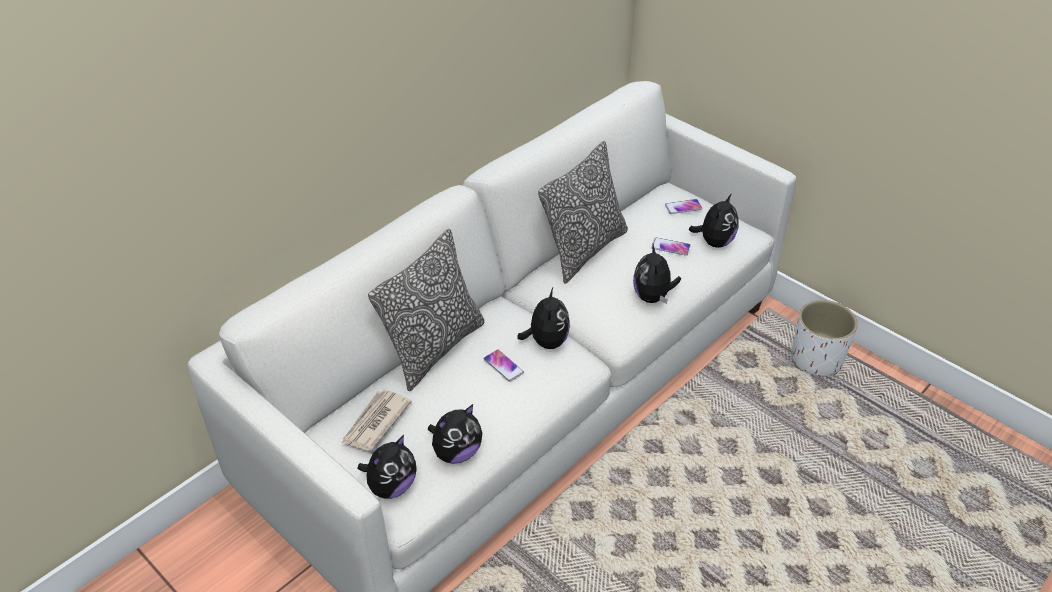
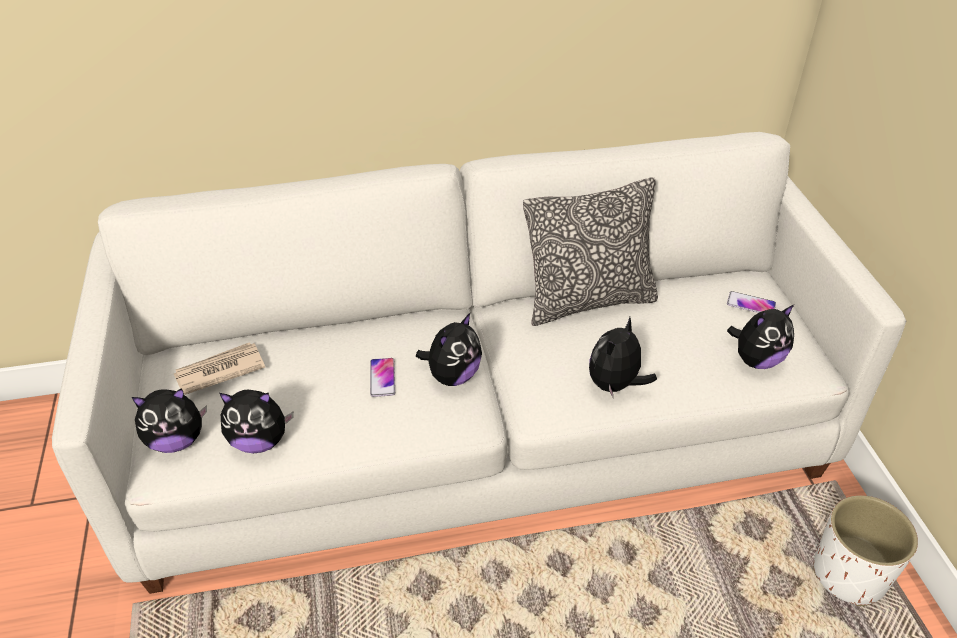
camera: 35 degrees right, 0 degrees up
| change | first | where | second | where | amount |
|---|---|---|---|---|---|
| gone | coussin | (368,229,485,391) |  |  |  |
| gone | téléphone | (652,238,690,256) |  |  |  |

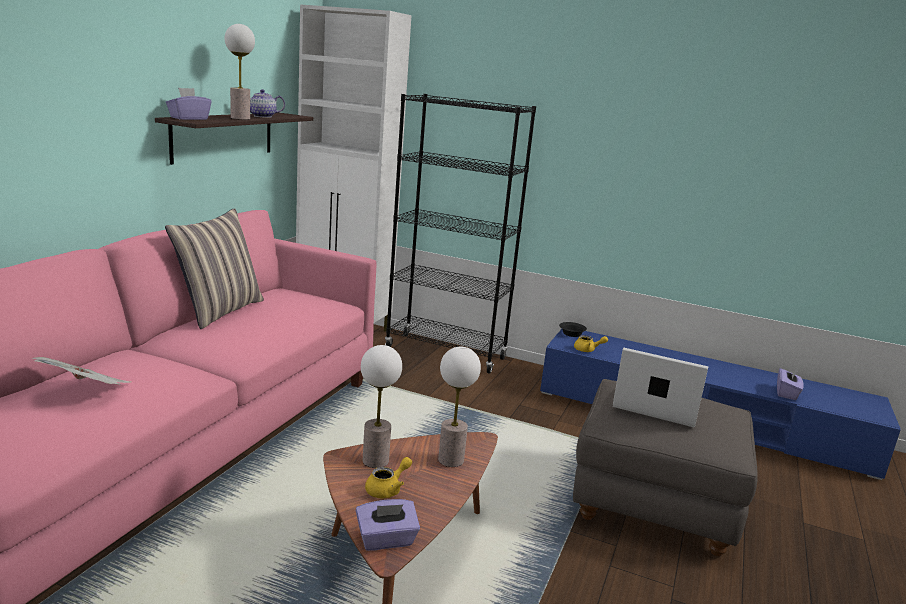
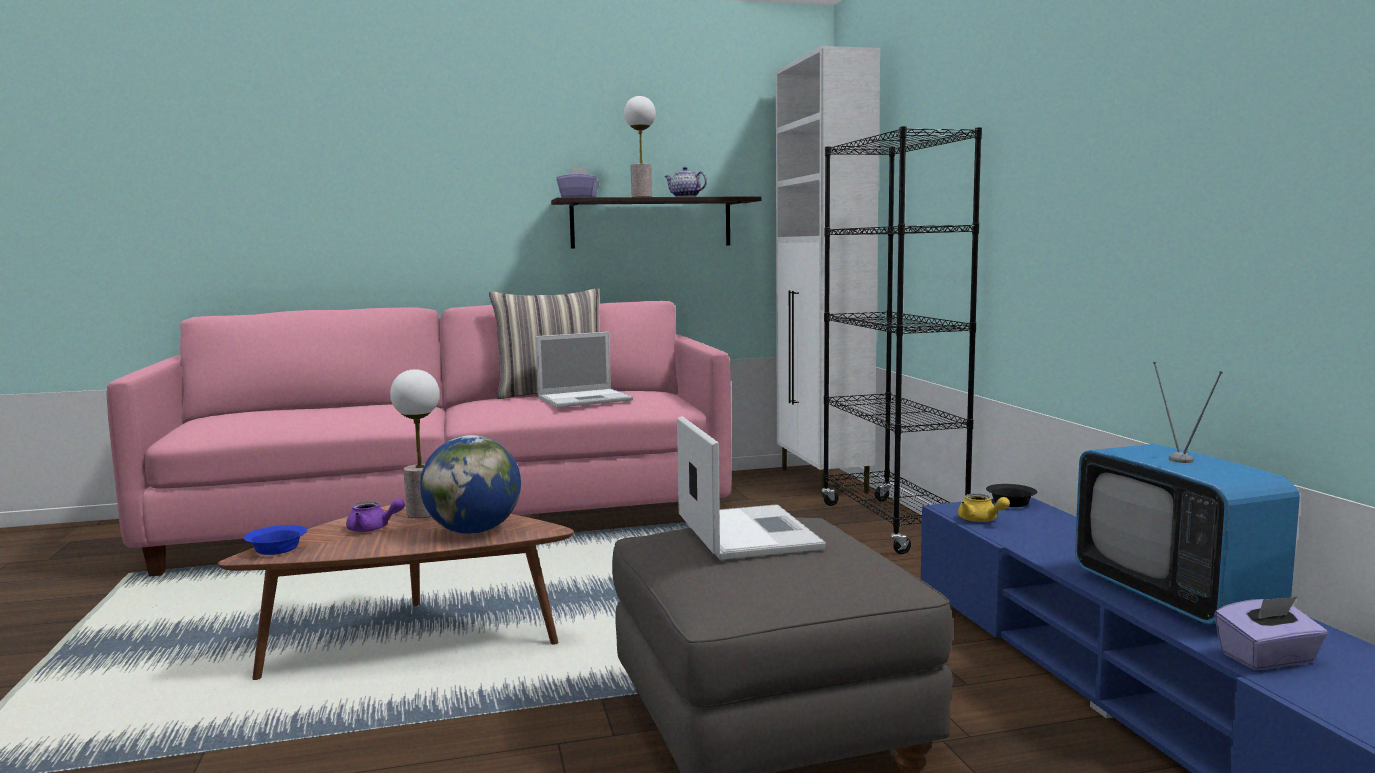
camera: 55 degrees right, 10 degrees down
| change | first | where | second | where | amount |
|---|---|---|---|---|---|
| gone | journal | (31,357,131,385) |  |  |  |
| swapped | boîte à mouchoirs [violet] | (356,499,420,551) | bol [bleu] | (244,525,307,555) |  |
| repainted | théière [jaune] | (365,457,412,498) | théière [violet] | (346,498,405,532) |  |
| swapped | lampe de table | (438,347,481,467) | globe | (420,435,521,534) |  |
| new |  |  | ordinateur portable | (535,332,633,408) |  |
| new |  |  | téléviseur | (1075,362,1300,625) |  |

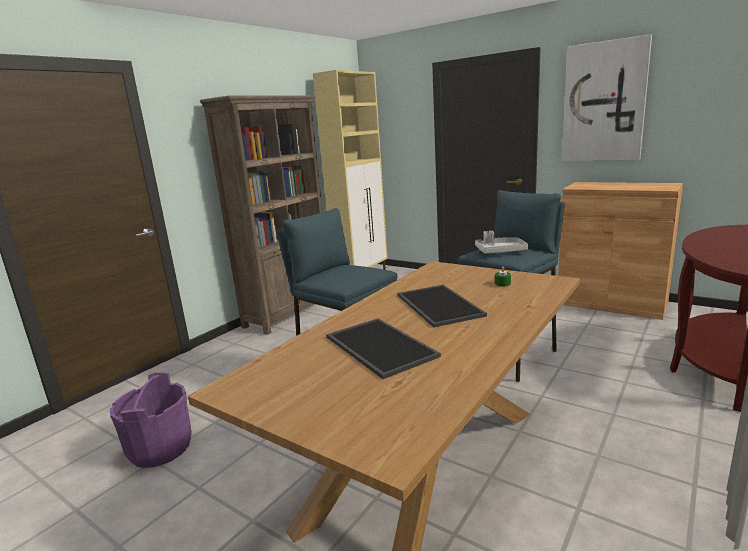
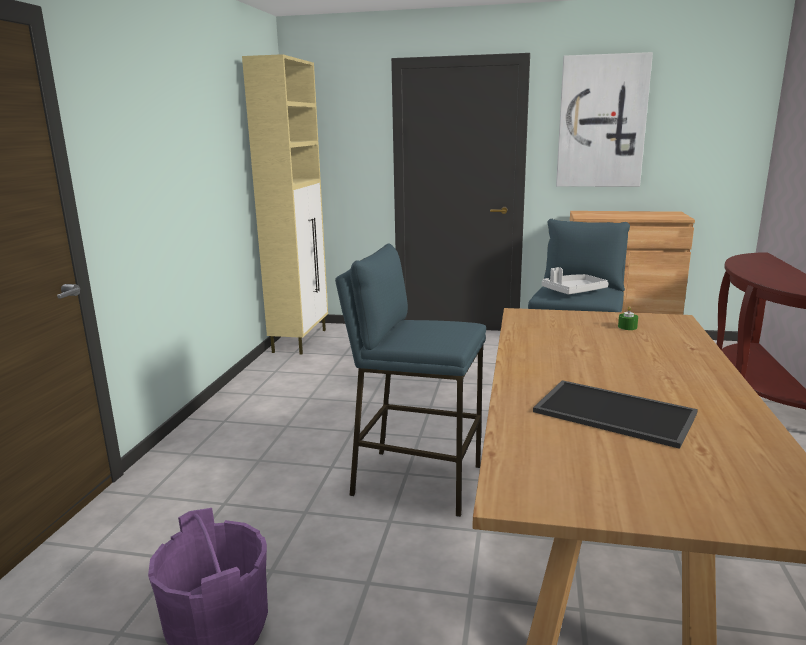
camera: 25 degrees left, 0 degrees up
| change | first | where | second | where | amount |
|---|---|---|---|---|---|
| gone | bibliothèque [marron] | (200,95,322,335) |  |  |  |
| gone | plateau | (397,285,487,327) |  |  |  |

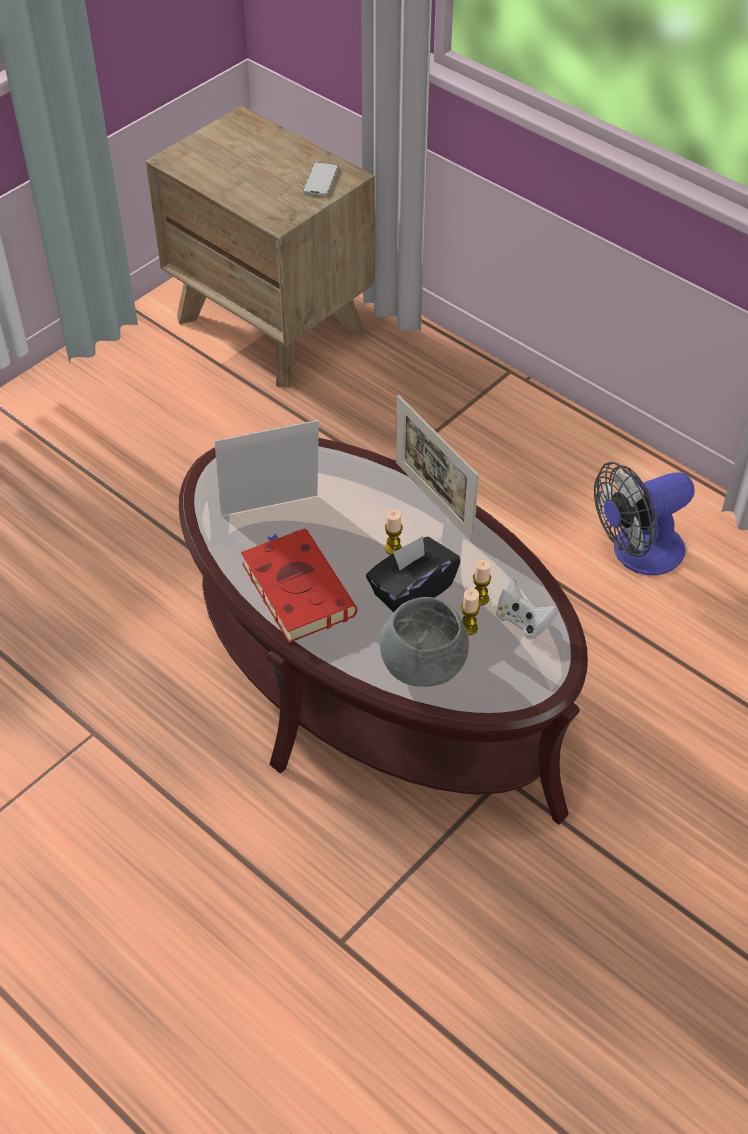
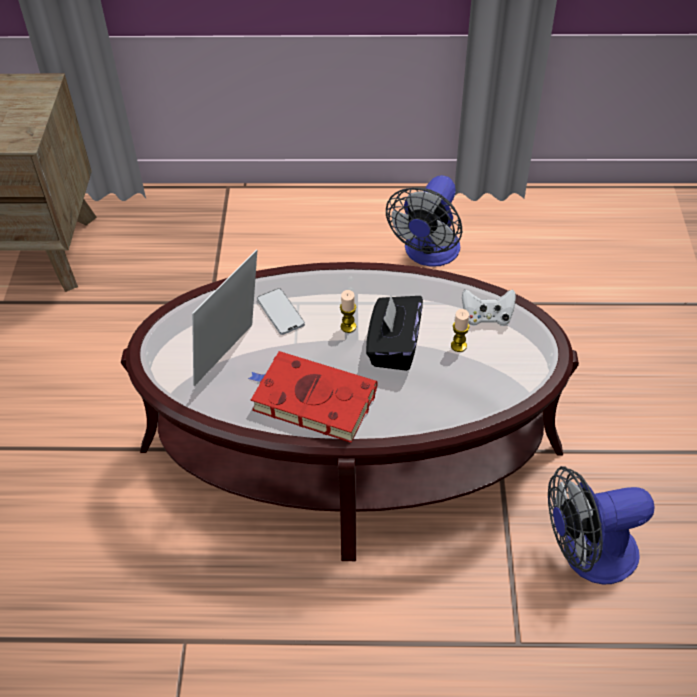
camera: 40 degrees left, 0 degrees up
| change | first | where | second | where | amount |
|---|---|---|---|---|---|
| shifted | téléphone | (303,162,338,196) |  | (257,288,305,335) |  |
| gone | bol [gris] | (380,597,469,687) |  |  |  |
| gone | cadre photo | (396,395,479,542) |  |  |  |
| gone | bougie | (473,560,491,606) |  |  |  |
| new |  |  | ventilateur | (548,466,655,585) |  |

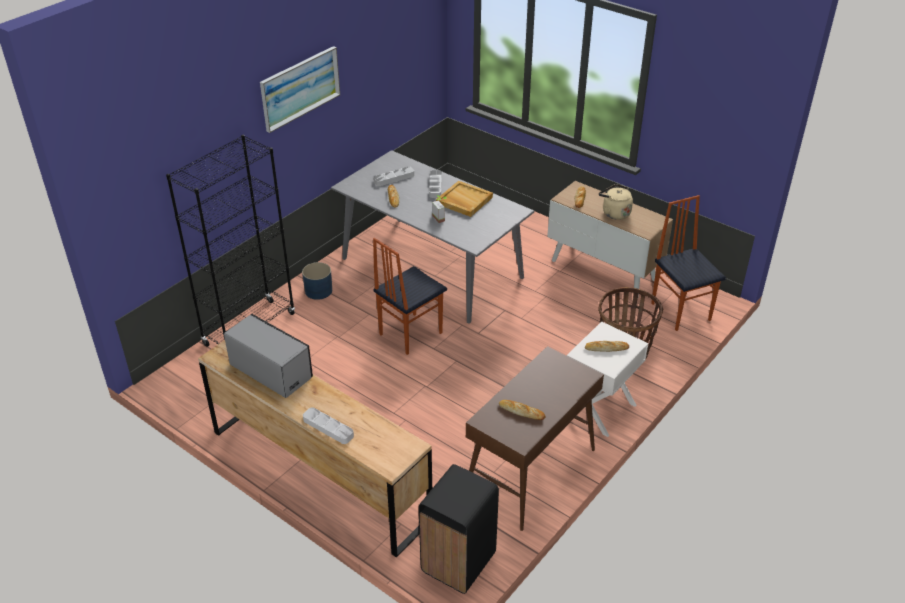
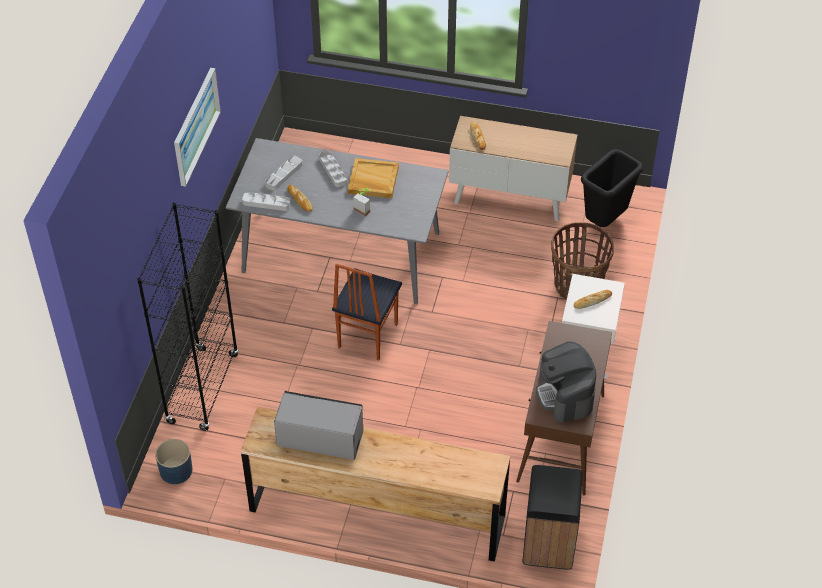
camera: 25 degrees left, 10 degrees up
| change | first | where | second | where | amount |
|---|---|---|---|---|---|
| shifted | cache-pot [bleu] | (302,262,332,300) |  | (155,439,193,484) |  |
| shifted | plateau [gris] | (303,407,354,444) |  | (242,192,291,211) |  |
| swapped | pain | (499,400,546,420) | machine à café | (536,341,596,422) |  |
| gone | bouilloire [beige] | (599,184,633,220) |  |  |  |
| swapped | chaise | (651,195,726,331) | poubelle [noir] | (581,149,643,227) |  |

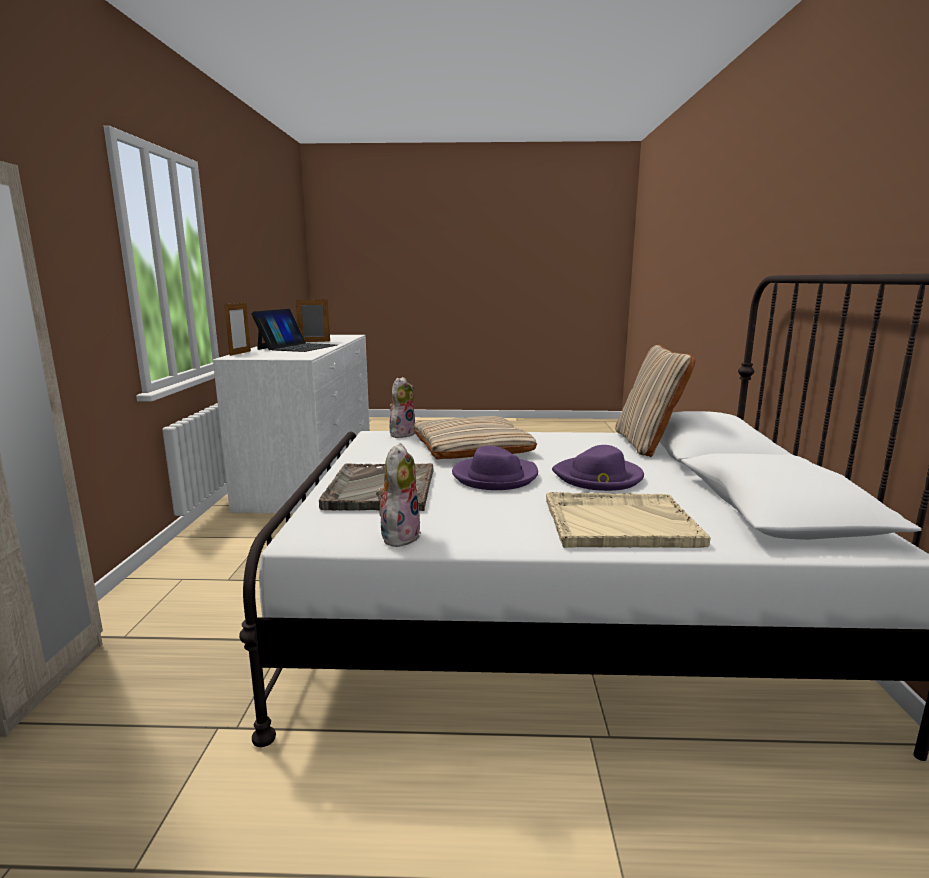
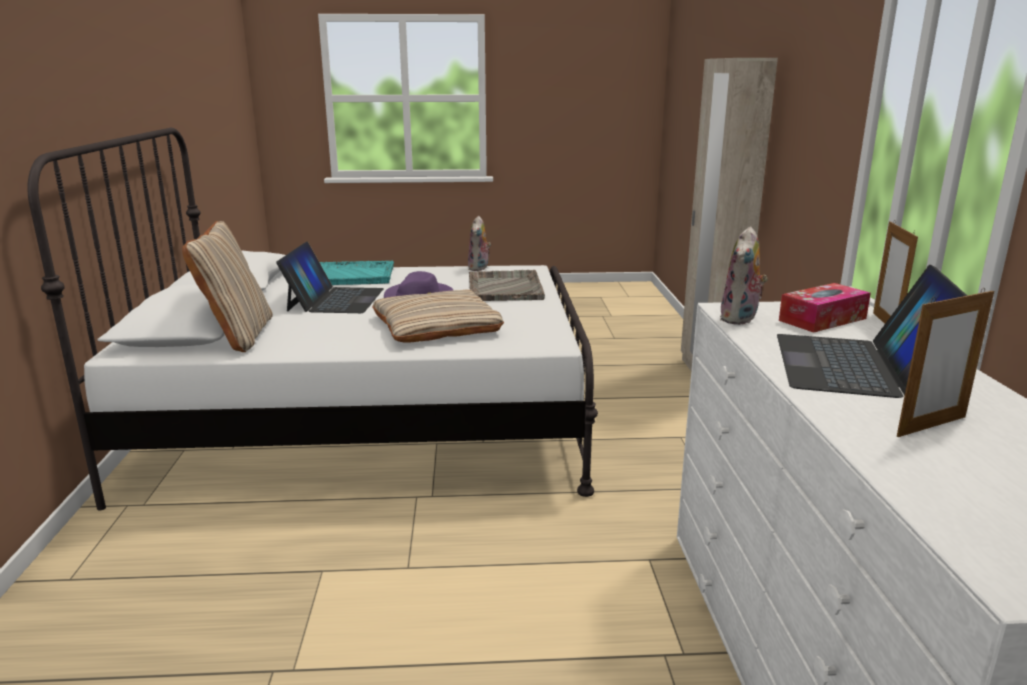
camera: 175 degrees right, 5 degrees up
| change | first | where | second | where | amount |
|---|---|---|---|---|---|
| shifted | peluche | (389,377,415,438) |  | (720,226,768,325) |  |
| repainted | plateau [beige] | (546,492,710,548) | plateau [turquoise] | (319,261,394,285) |  |
| swapped | chapeau [violet] | (552,445,644,491) | ordinateur portable | (276,242,384,313) |  |
| new |  |  | boîte à mouchoirs | (779,283,871,333) |  |

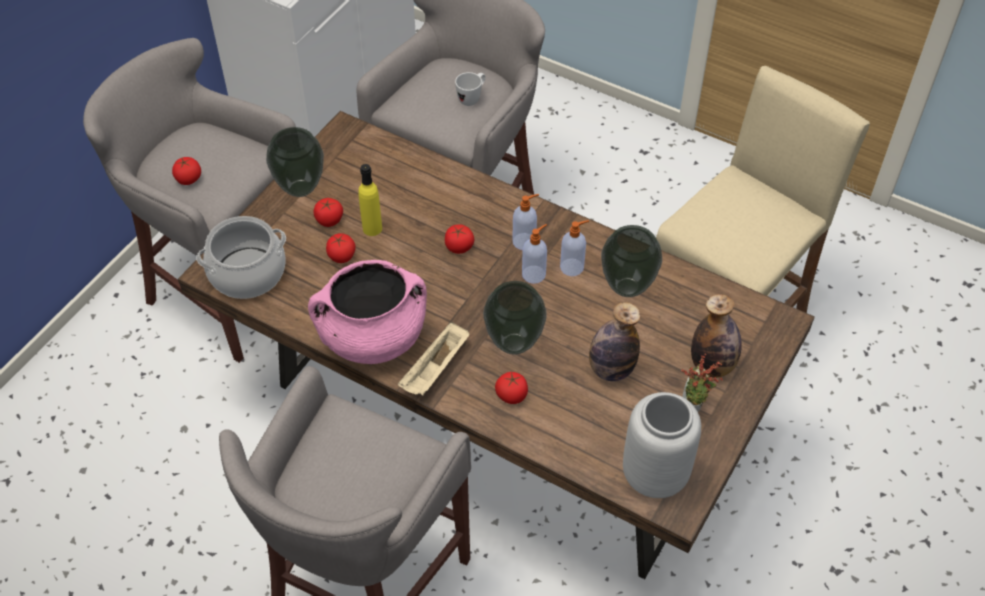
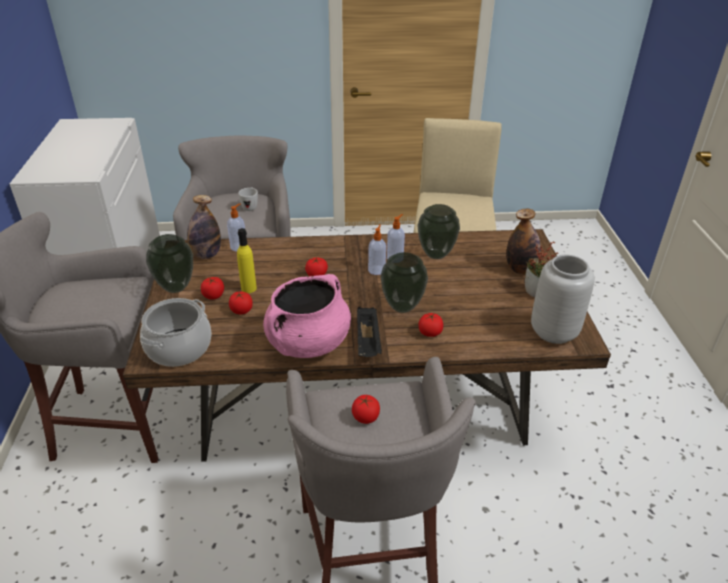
camera: 35 degrees left, 15 degrees down
| change | first | where | second | where | amount |
|---|---|---|---|---|---|
| shifted | tomate | (172,157,201,185) |  | (352,395,380,424) |  |
| repainted | plateau [beige] | (398,322,469,396) | plateau [noir] | (357,307,382,357) |  |
| shifted | distributeur de savon | (512,194,539,250) |  | (227,203,245,251) |  |
| shifted | bouteille | (589,302,640,381) |  | (187,195,221,259) |  |

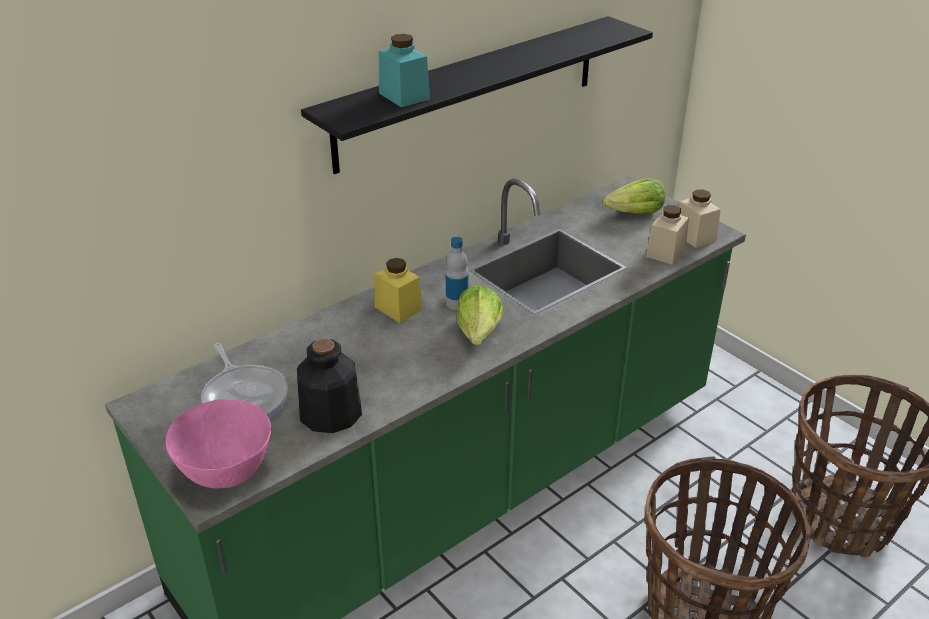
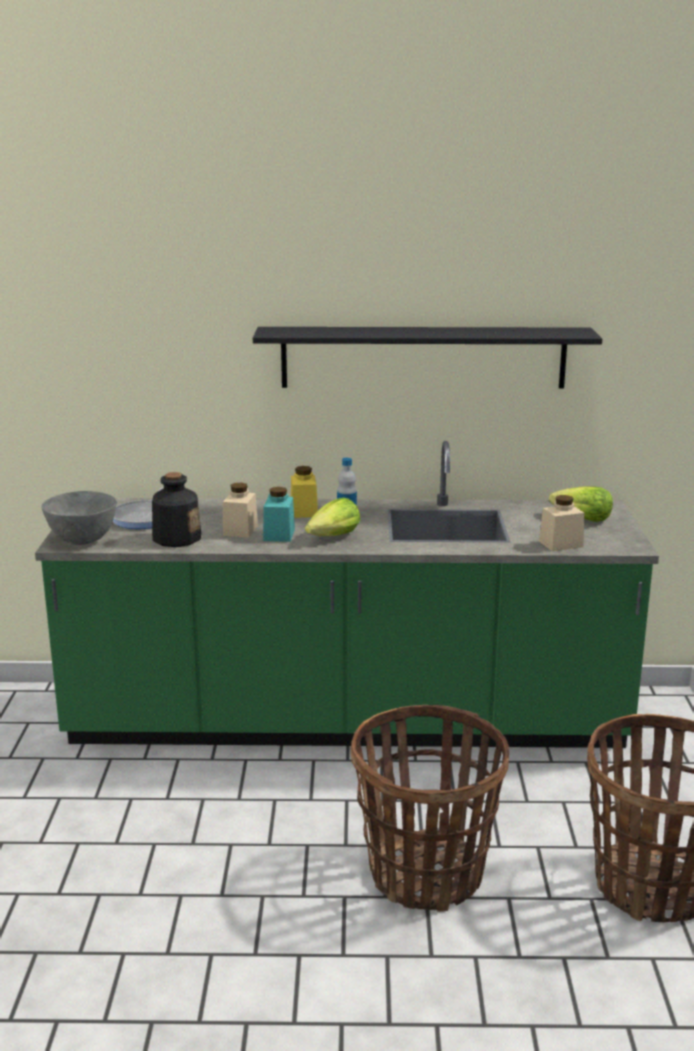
camera: 40 degrees right, 15 degrees down
| change | first | where | second | where | amount |
|---|---|---|---|---|---|
| repainted | bol [rose] | (166,399,271,489) | bol [gris] | (41,491,117,545) |  |
| shifted | bocal [turquoise] | (379,34,430,108) |  | (263,487,295,542) |  |
| shifted | bocal [beige] | (678,189,721,248) |  | (223,483,258,538) |  |

